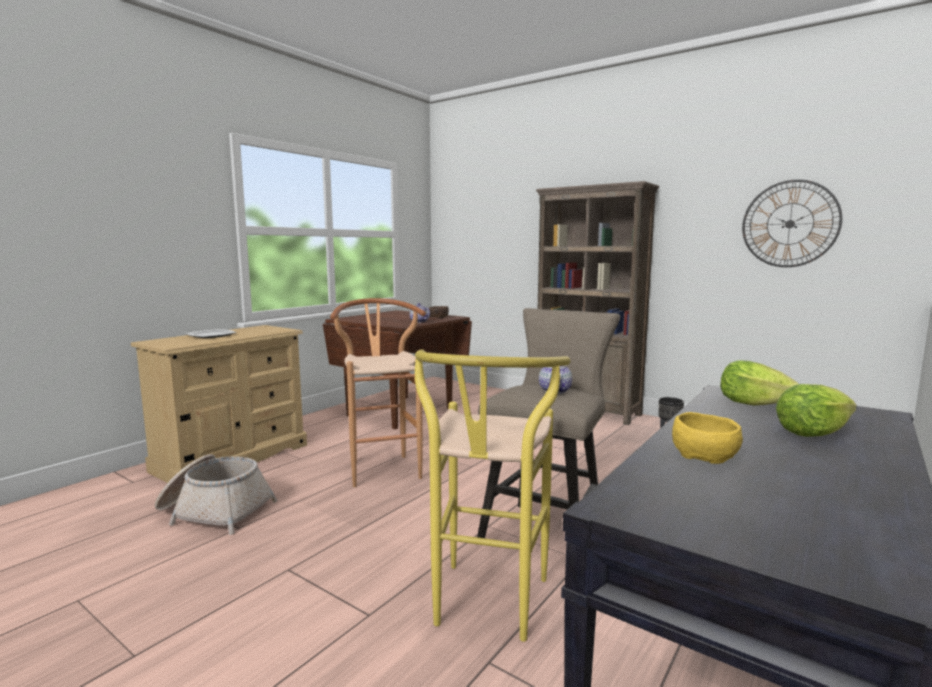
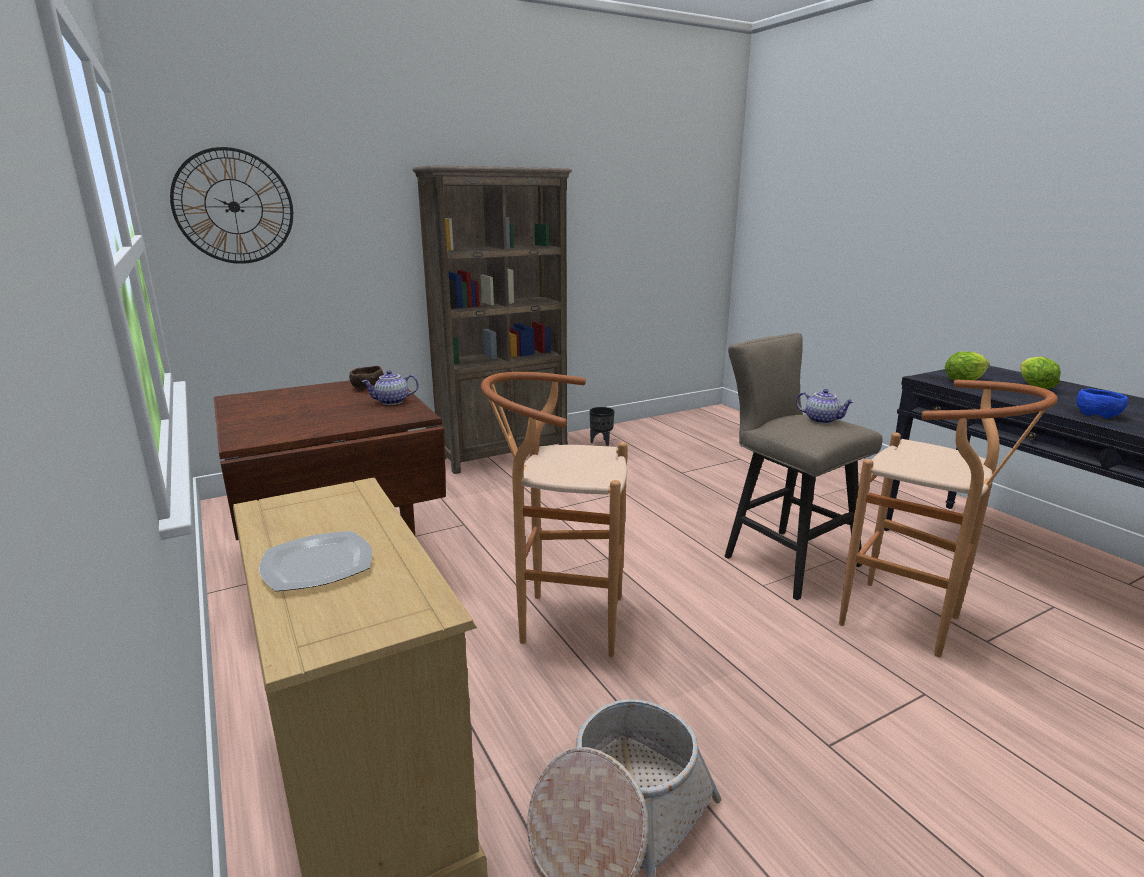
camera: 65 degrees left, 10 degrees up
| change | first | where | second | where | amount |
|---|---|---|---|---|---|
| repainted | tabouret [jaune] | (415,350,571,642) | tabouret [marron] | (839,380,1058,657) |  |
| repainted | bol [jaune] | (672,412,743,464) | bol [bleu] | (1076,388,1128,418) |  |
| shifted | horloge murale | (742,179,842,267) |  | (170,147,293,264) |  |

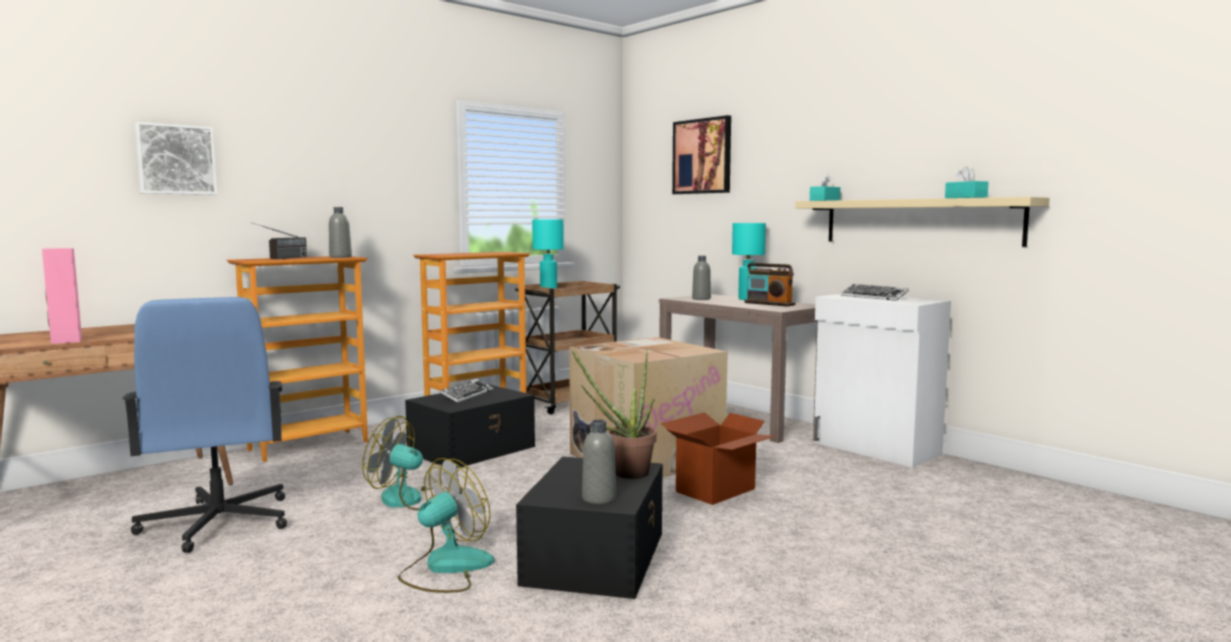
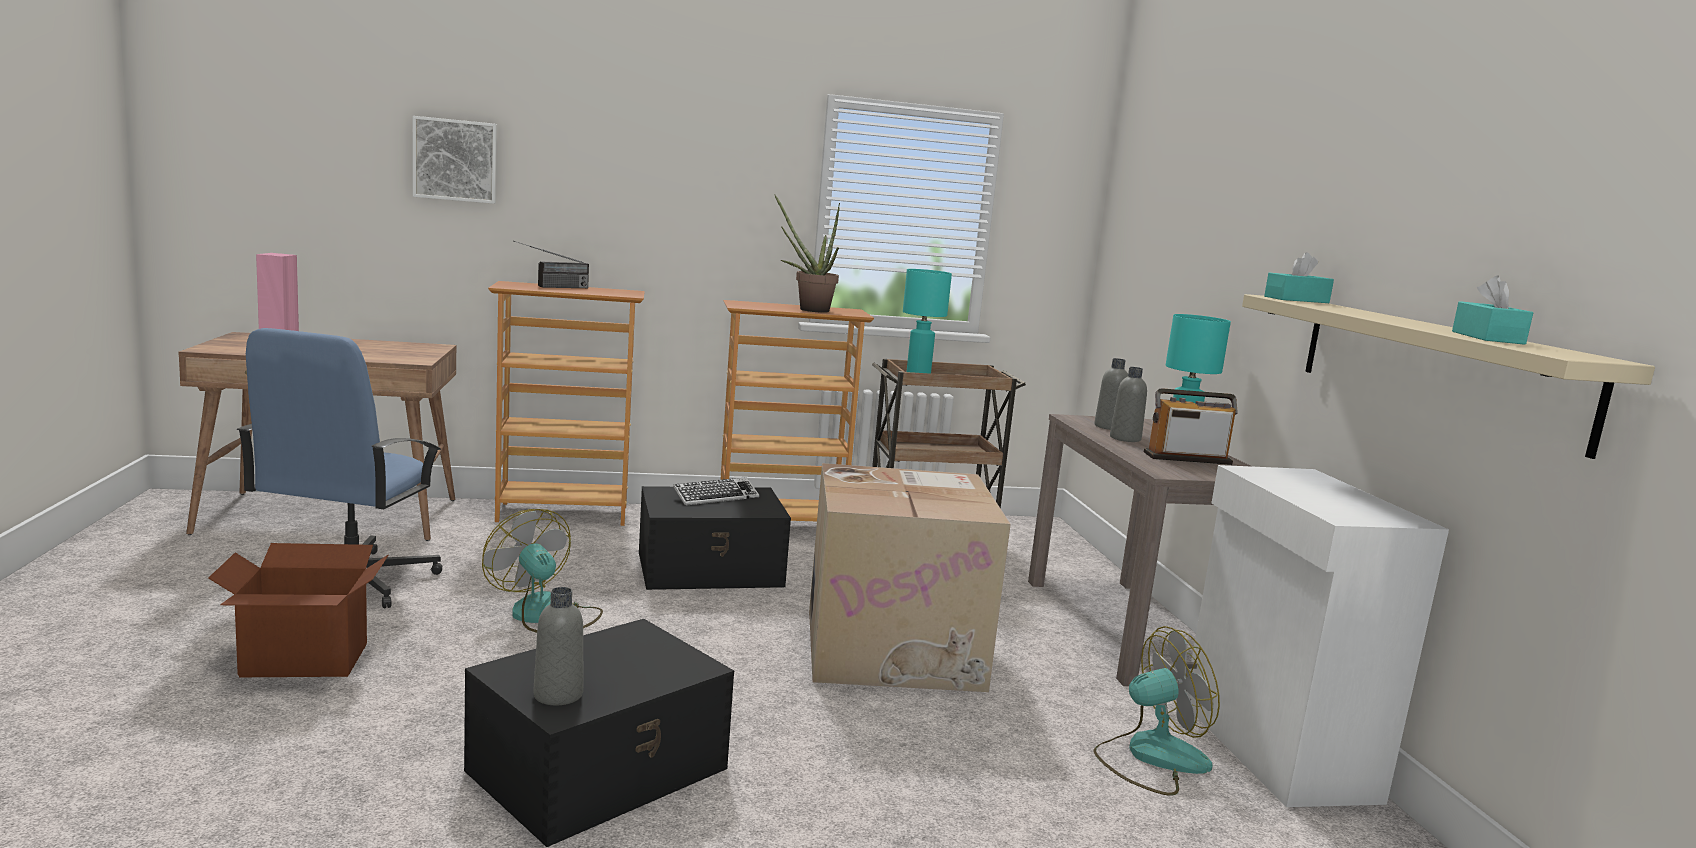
camera: 30 degrees right, 5 degrees up
| change | first | where | second | where | amount |
|---|---|---|---|---|---|
| shifted | bouteille [gris] | (329,207,352,258) |  | (1110,367,1147,442) |  |
| shifted | ventilateur | (398,458,494,593) |  | (1093,626,1220,796) |  |
| shifted | plante en pot | (571,348,657,479) |  | (774,194,840,313) |  |
| shifted | carton | (661,412,775,505) |  | (208,543,388,677) |  |
| gone | tableau | (672,115,731,194) |  |  |  |
| rotated | radio | (744,263,795,307) |  | (1144,388,1238,465) | 105 degrees clockwise |
| gone | clavier | (841,284,909,301) |  |  |  |

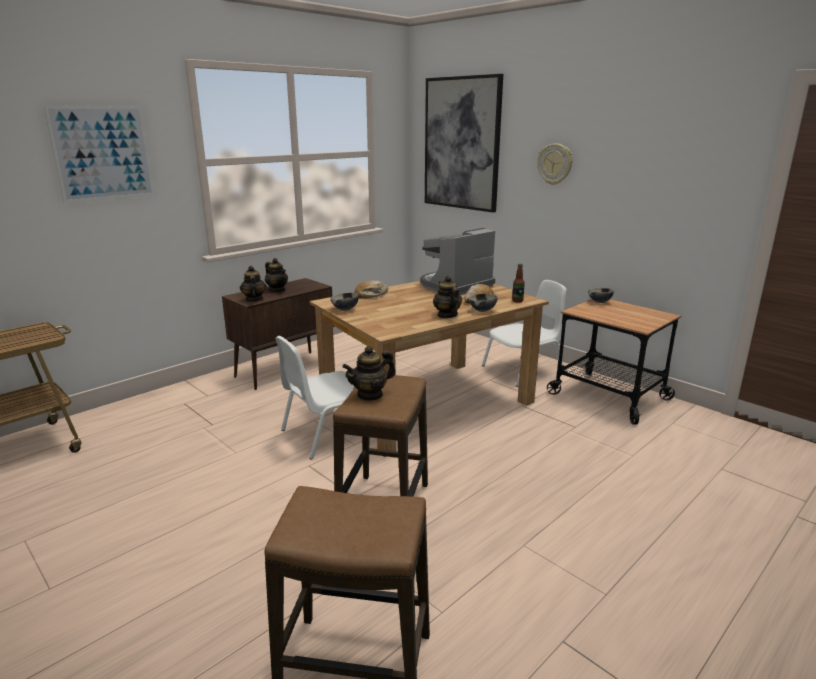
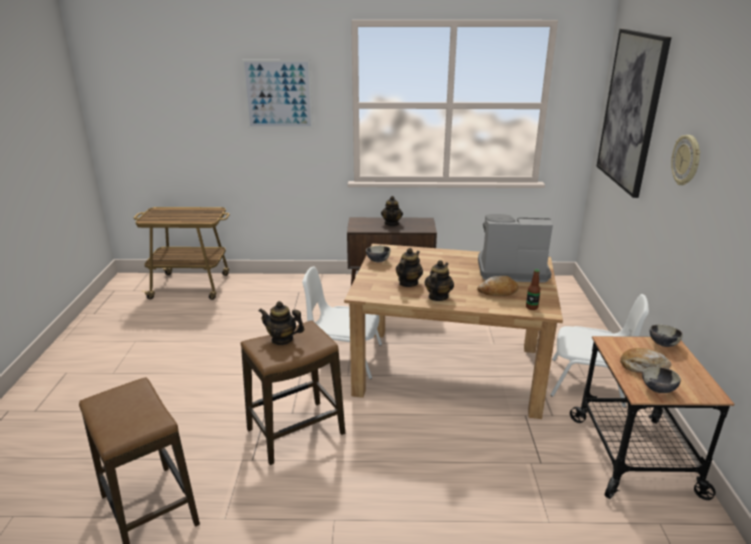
camera: 45 degrees right, 5 degrees up
| change | first | where | second | where | amount |
|---|---|---|---|---|---|
| shifted | théière | (240,266,267,302) |  | (396,248,423,287) |  |
| shifted | pain | (355,281,388,299) |  | (620,348,671,373) |  |
| shifted | bol | (469,293,498,312) |  | (642,367,681,393) |  |

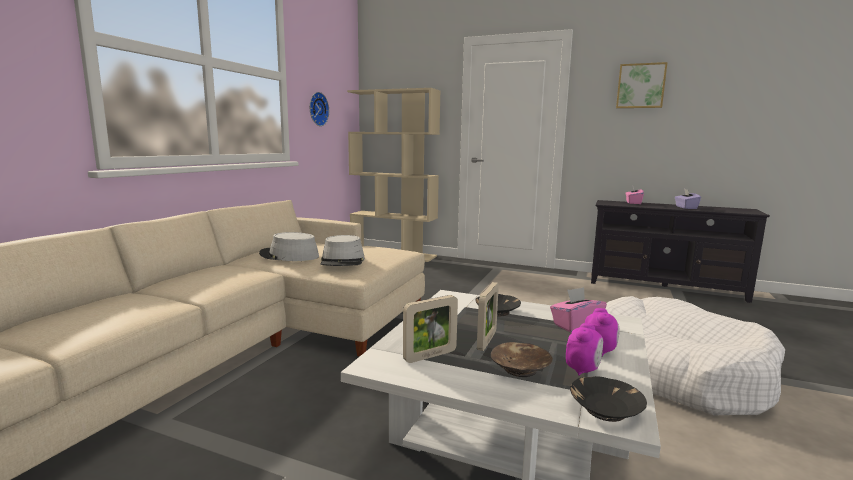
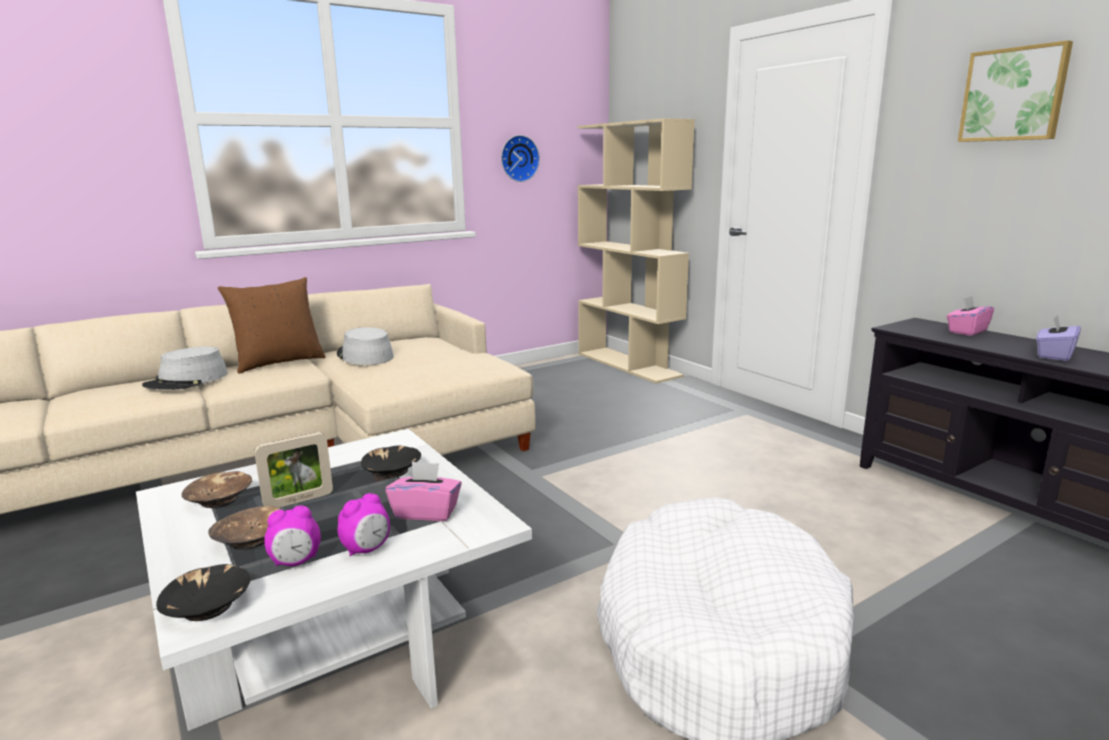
camera: 35 degrees right, 5 degrees up
| change | first | where | second | where | amount |
|---|---|---|---|---|---|
| shifted | chapeau [gris] | (320,235,365,266) |  | (142,347,228,390) |  |
| swapped | cadre photo | (403,295,458,363) | bol [marron] | (182,471,252,508) |  |
| new |  |  | coussin [marron] | (218,277,326,374) |  |

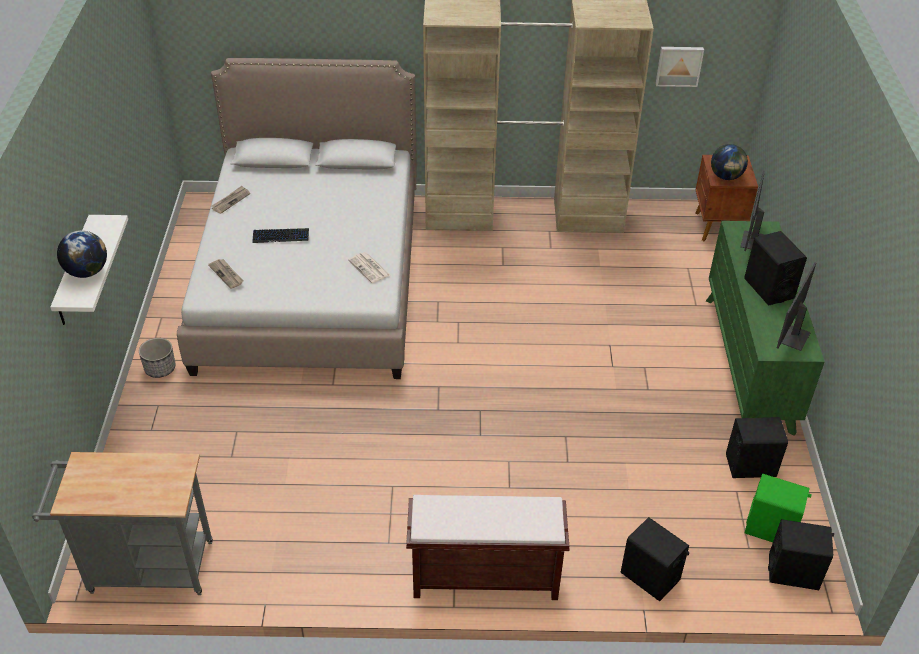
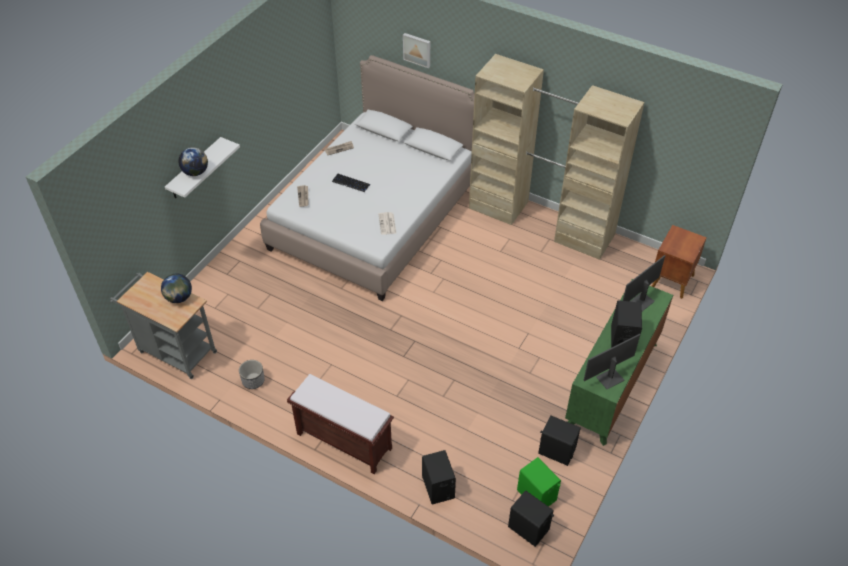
camera: 30 degrees right, 5 degrees up
| change | first | where | second | where | amount |
|---|---|---|---|---|---|
| shifted | cache-pot | (139,338,176,378) |  | (239,360,265,389) |  |
| shifted | tableau | (656,47,704,87) |  | (403,33,430,68) |  |
| shifted | globe | (711,144,748,180) |  | (161,273,192,303) |  |

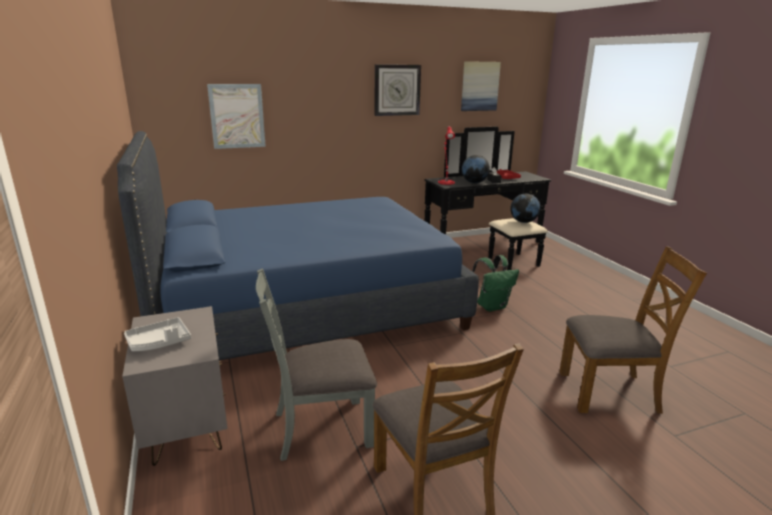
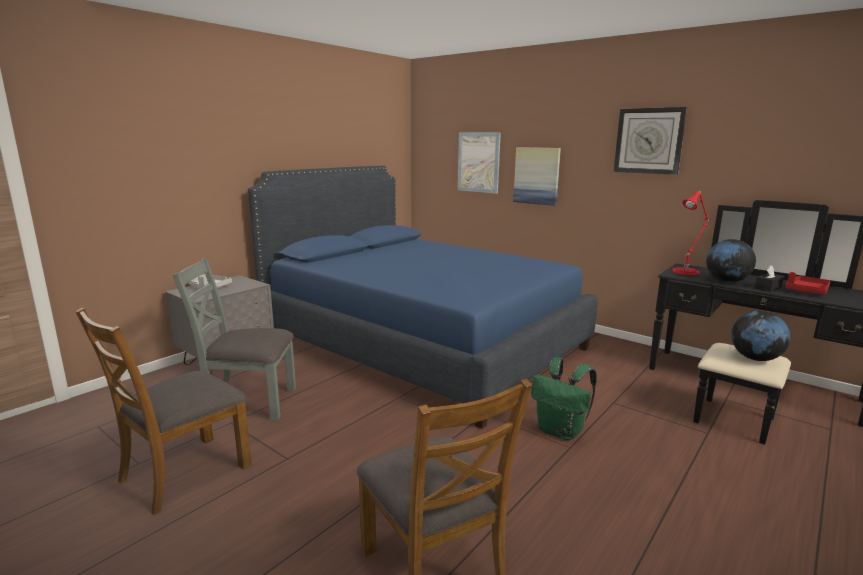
camera: 60 degrees right, 5 degrees down
| change | first | where | second | where | amount |
|---|---|---|---|---|---|
| rotated | chaise [gris] | (256,268,377,461) |  | (173,258,296,420) | 45 degrees counterclockwise |
| shifted | tableau | (461,61,501,111) |  | (513,147,561,206) |  |

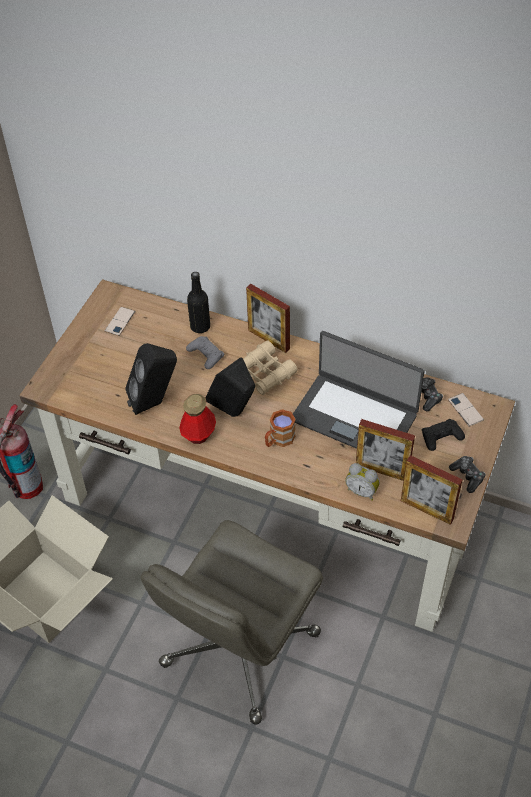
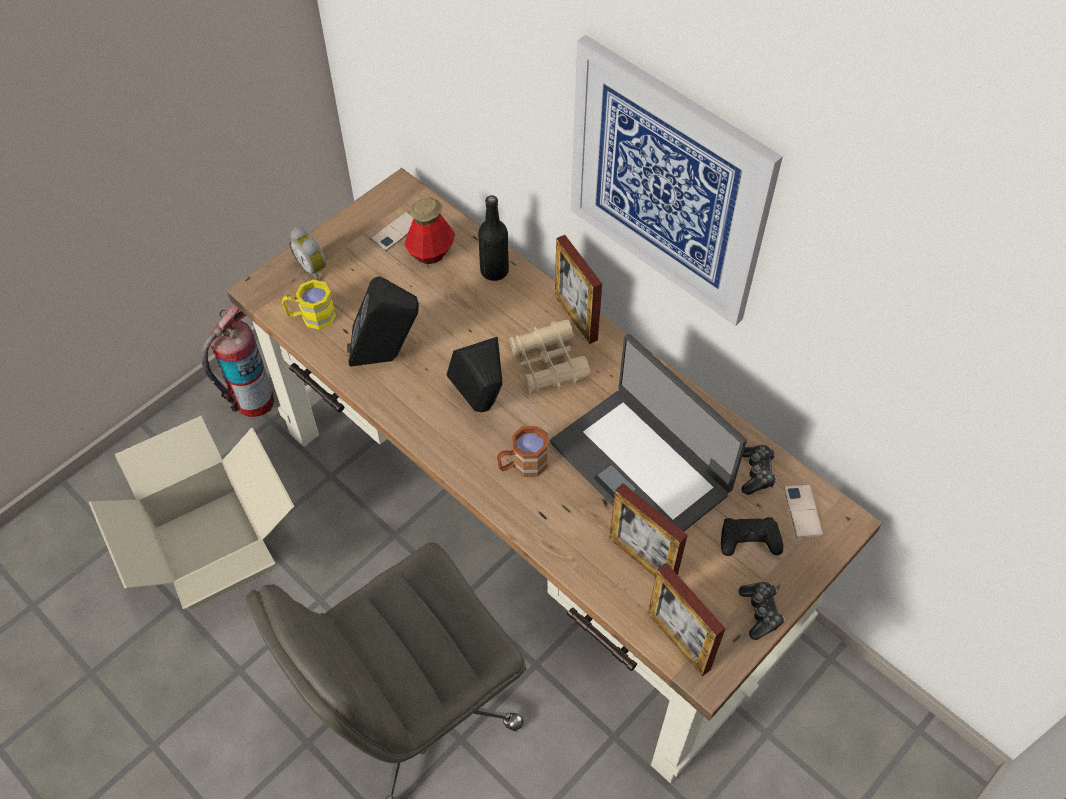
camera: 20 degrees right, 5 degrees up
| change | first | where | second | where | amount |
|---|---|---|---|---|---|
| shifted | bouteille | (179,394,216,444) |  | (404,197,455,264) |  |
| gone | manette [gris] | (186,336,224,369) |  |  |  |
| shifted | réveil | (345,463,380,501) |  | (289,227,326,281) |  |
| new |  |  | mug [jaune] | (282,280,336,330) |  |
| new |  |  | tableau | (571,35,783,326) |  |

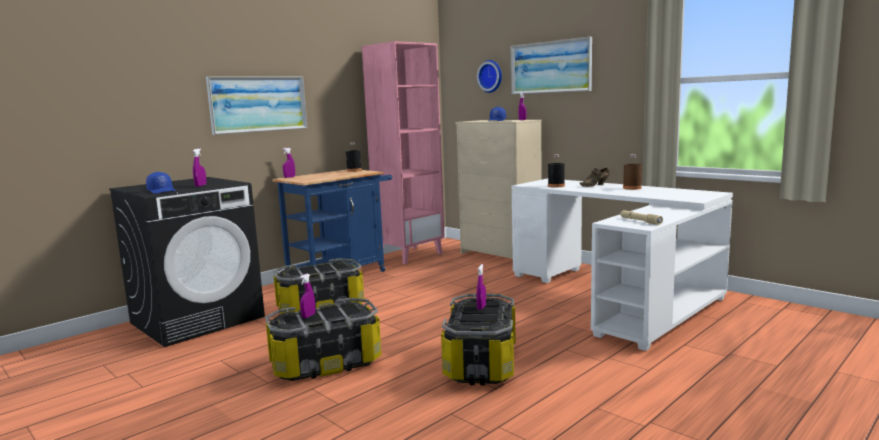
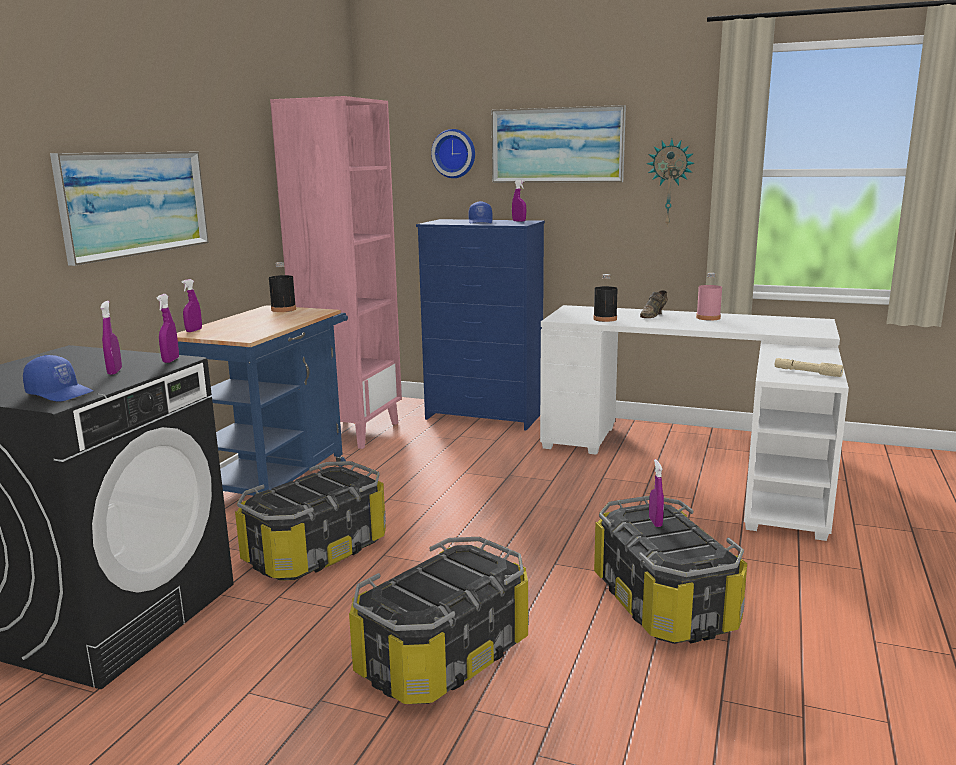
camera: 25 degrees left, 5 degrees up
| change | first | where | second | where | amount |
|---|---|---|---|---|---|
| shifted | vaporisateur [violet] | (300,274,315,318) |  | (157,294,179,363) |  |
| repainted | commode [beige] | (455,120,542,259) | commode [bleu] | (416,219,545,430) |  |
| repainted | bouteille [marron] | (623,154,642,190) | bouteille [rose] | (696,273,722,321) |  |
| new |  |  | horloge murale | (647,139,694,227) |  |

